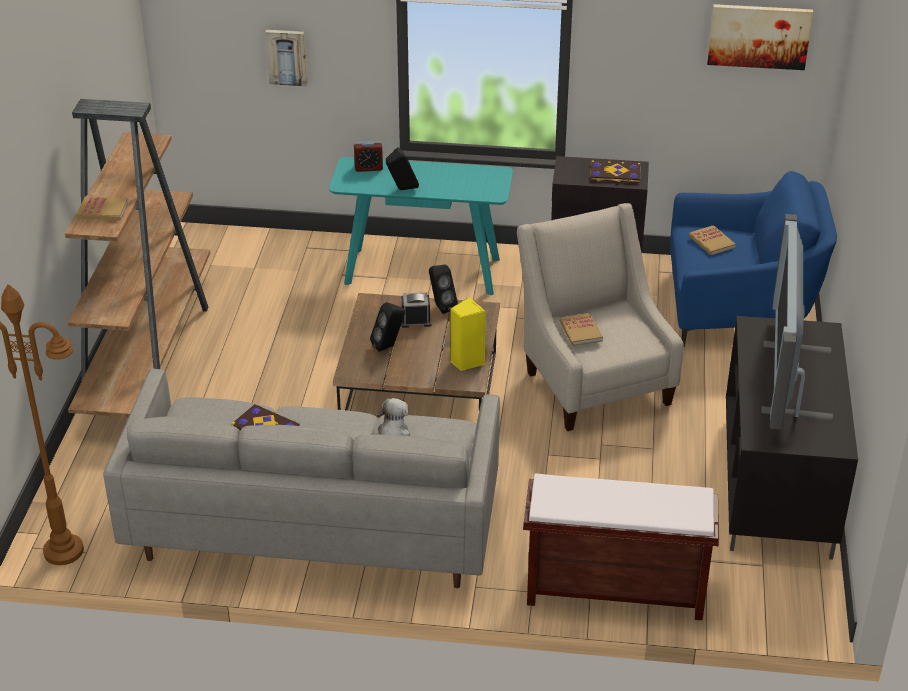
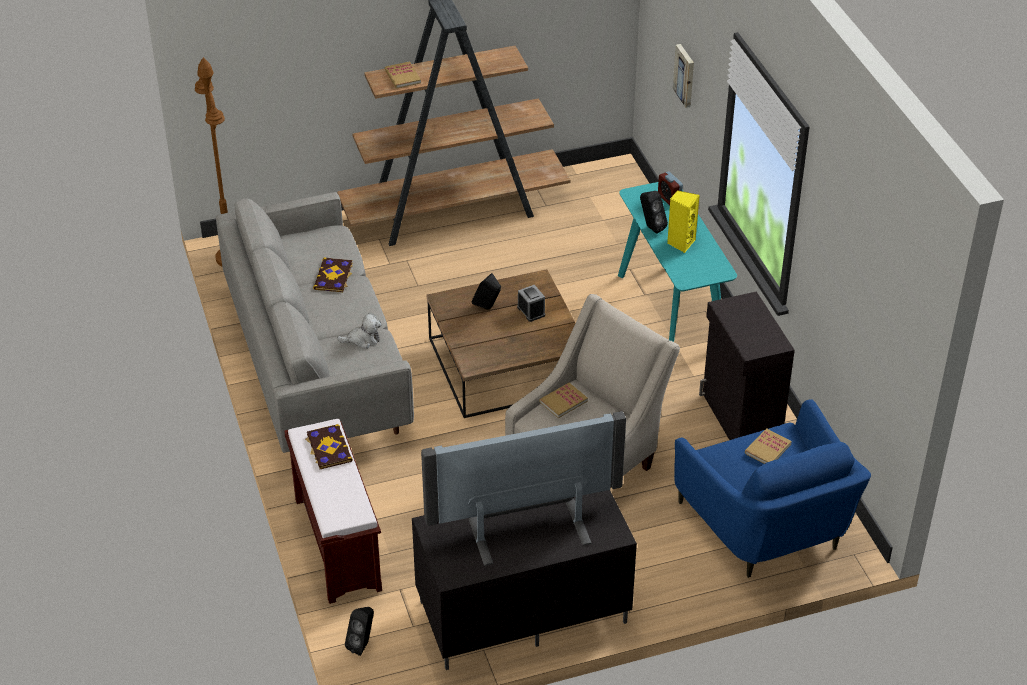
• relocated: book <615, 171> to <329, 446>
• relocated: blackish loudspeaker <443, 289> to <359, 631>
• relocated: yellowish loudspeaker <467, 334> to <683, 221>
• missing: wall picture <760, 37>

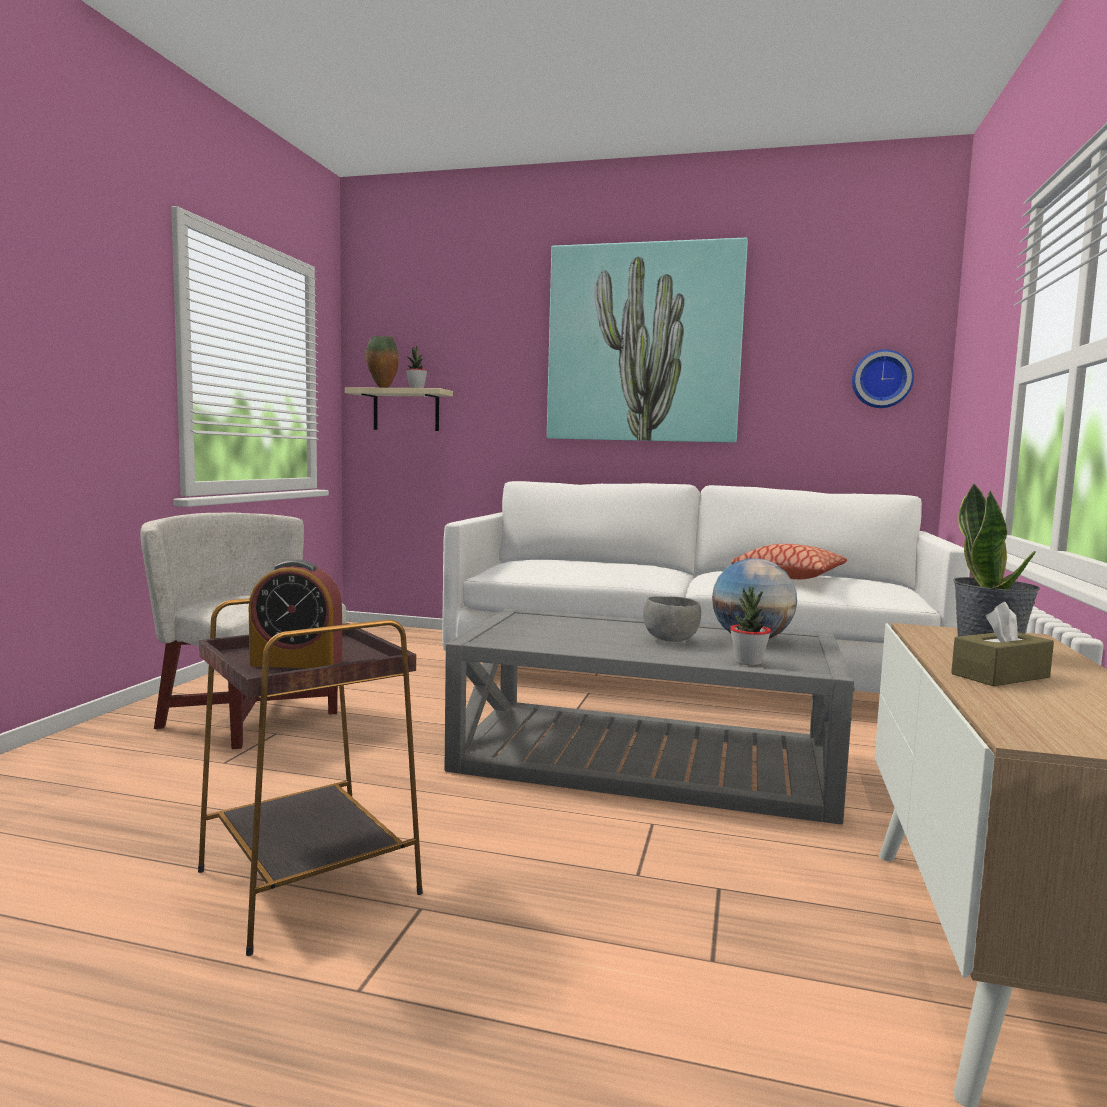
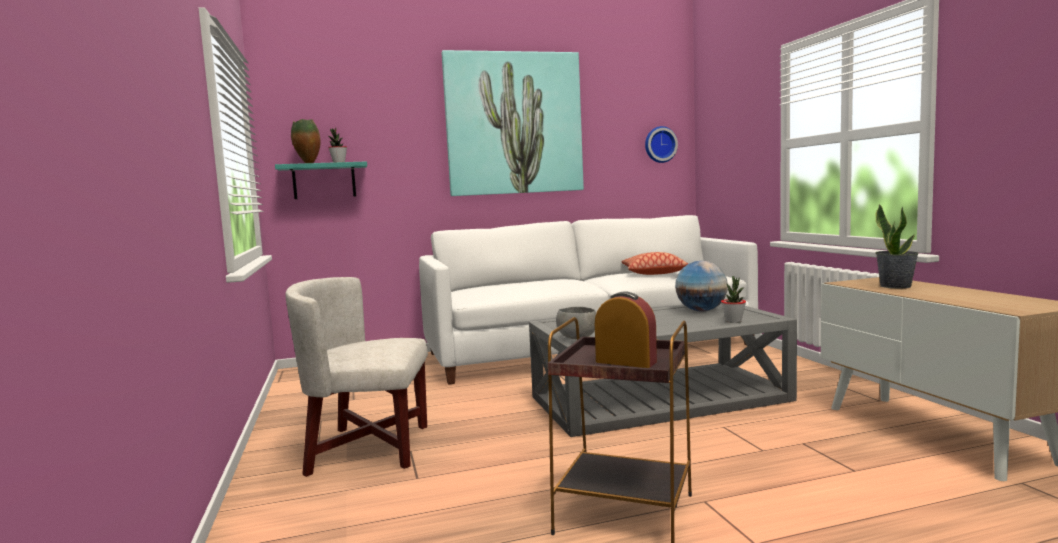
• colour: beige-coloured bracket shelf <399, 409> to blue-green bracket shelf <321, 180>
• relocated: greyish bowl <672, 619> to <576, 323>
• spun: table clock <295, 613> = <626, 329> 120 degrees counterclockwise
• missing: brownish tissue box <1002, 644>

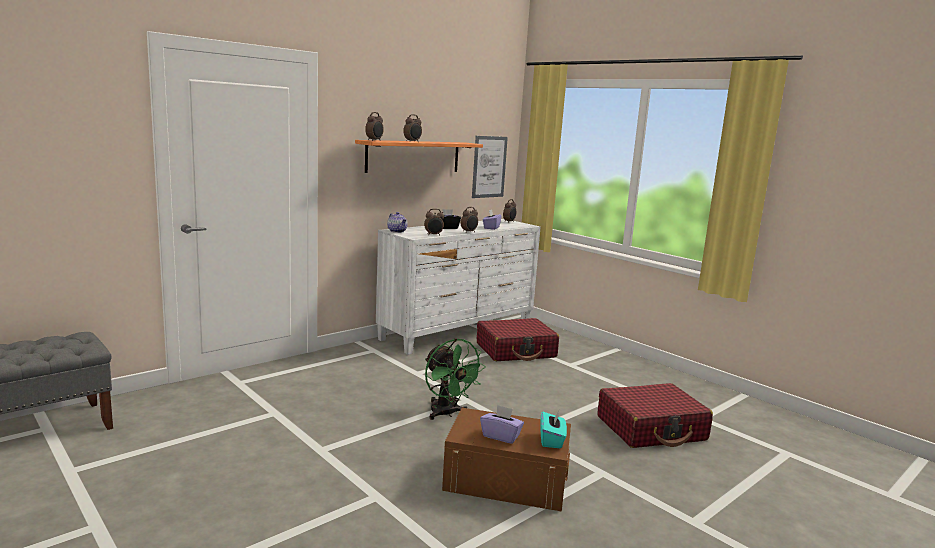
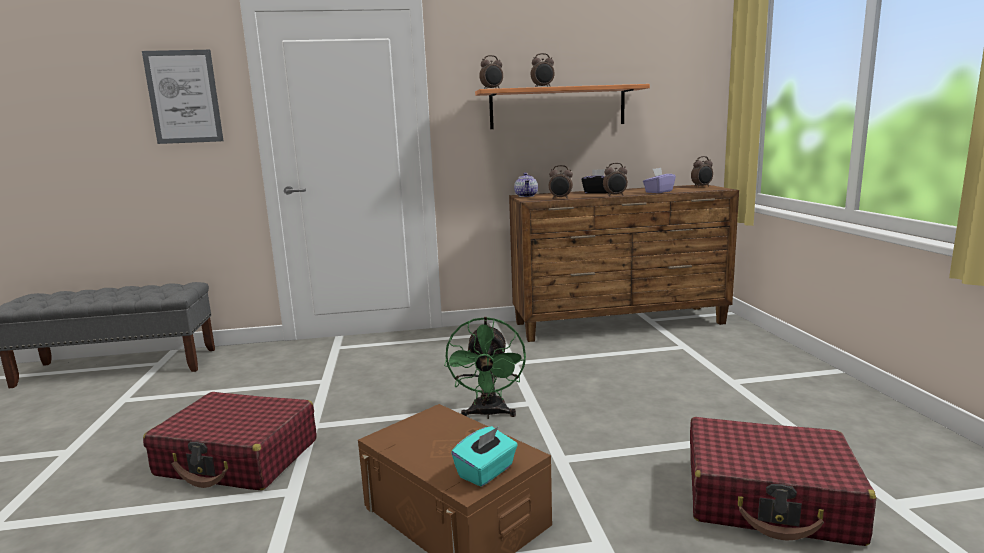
• relocated: wall picture <490, 167> to <182, 97>
• relocated: red suitcase <518, 339> to <230, 441>
• colour: white-coloured dresser <458, 287> to brownish dresser <624, 263>
• missing: purple tissue box <502, 424>

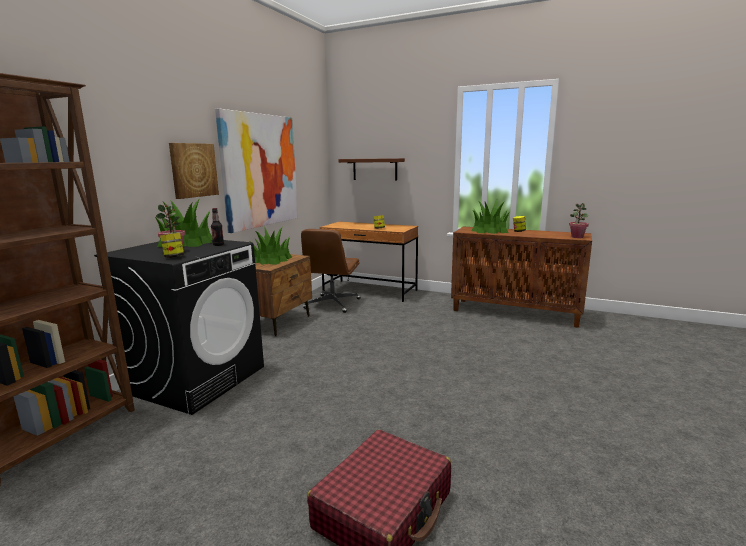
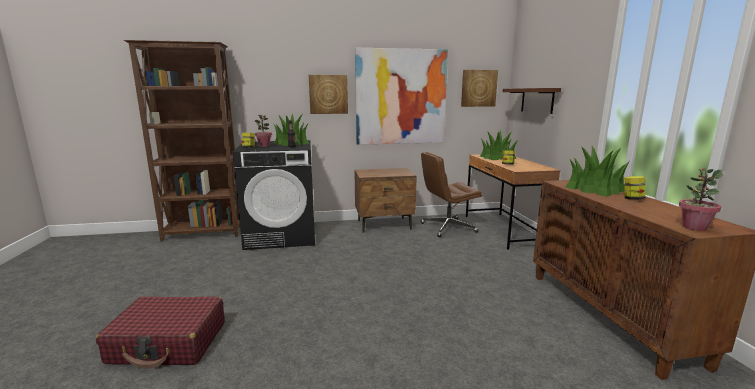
• appeared: wall picture <479, 88>
• relocated: potted plant <270, 246> to <499, 145>

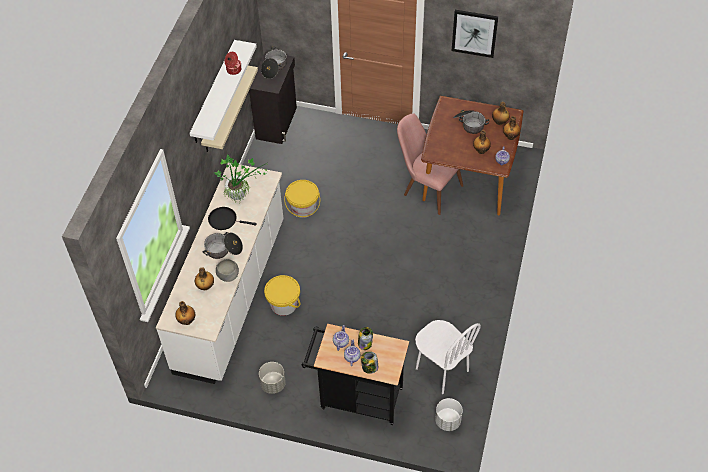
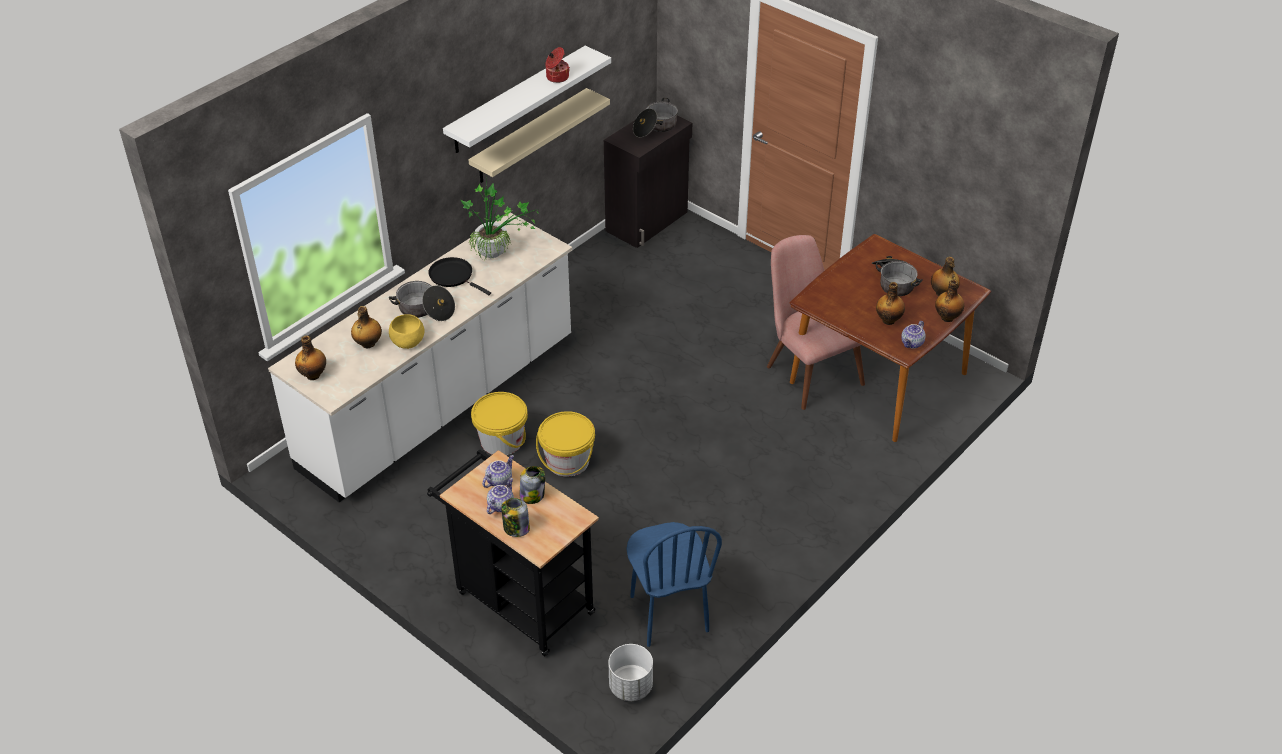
• colour: greyish bowl <227, 270> to yellowish bowl <406, 331>
• relocated: yellowish water bucket <302, 199> to <565, 444>
• colour: white-coloured plain chair <448, 357> to bluish plain chair <674, 584>
• missing: greyish plant pot <272, 378>
• missing: wall picture <475, 34>

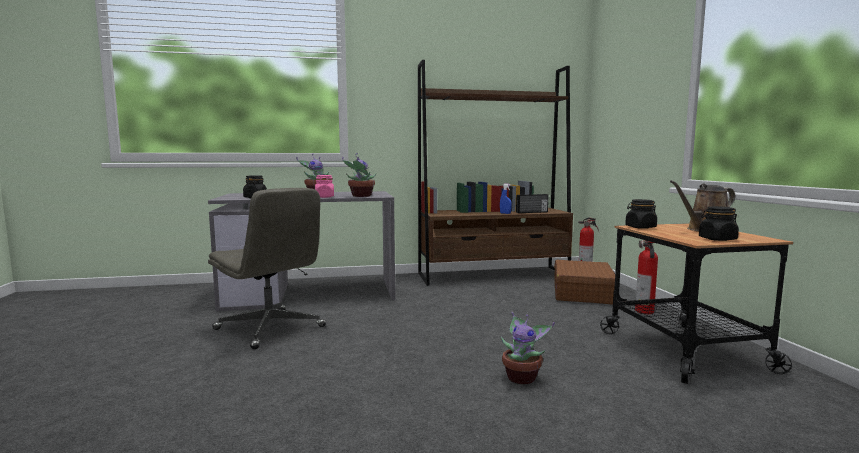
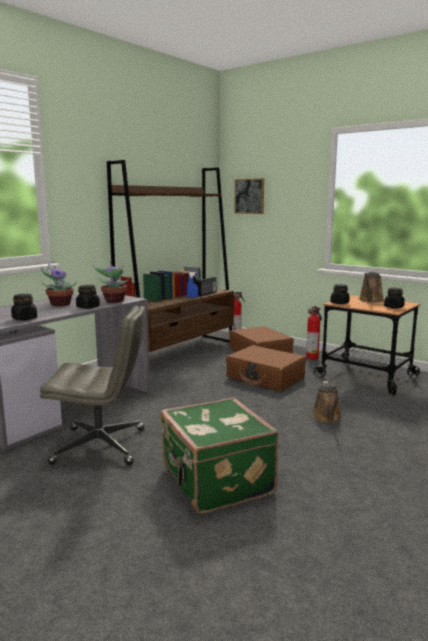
• colour: pink-coloured jar <324, 186> to blackish jar <88, 297>
• appeared: green-coloured suitcase <220, 456>
• appeared: brownish suitcase <266, 368>
• appeared: wall picture <249, 196>
• exchanged: potted plant <528, 348> to brownish watering pot <327, 402>

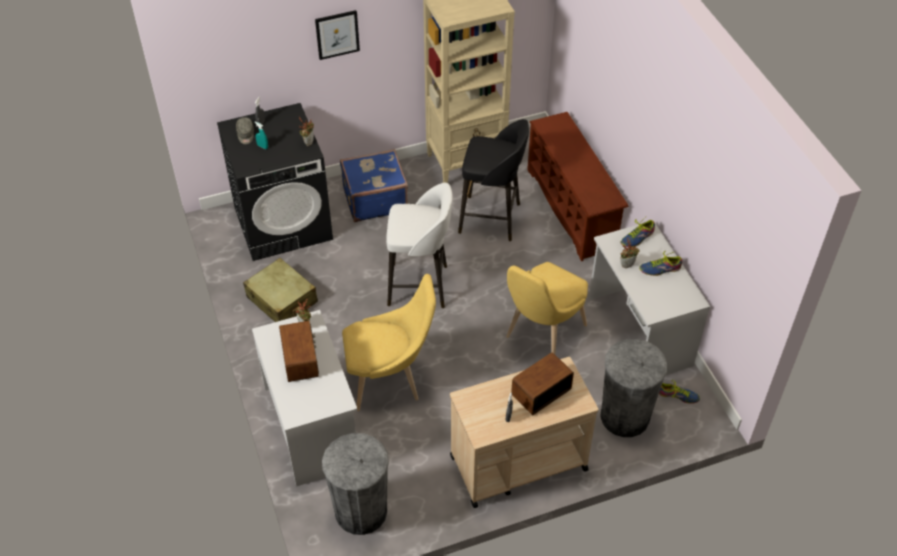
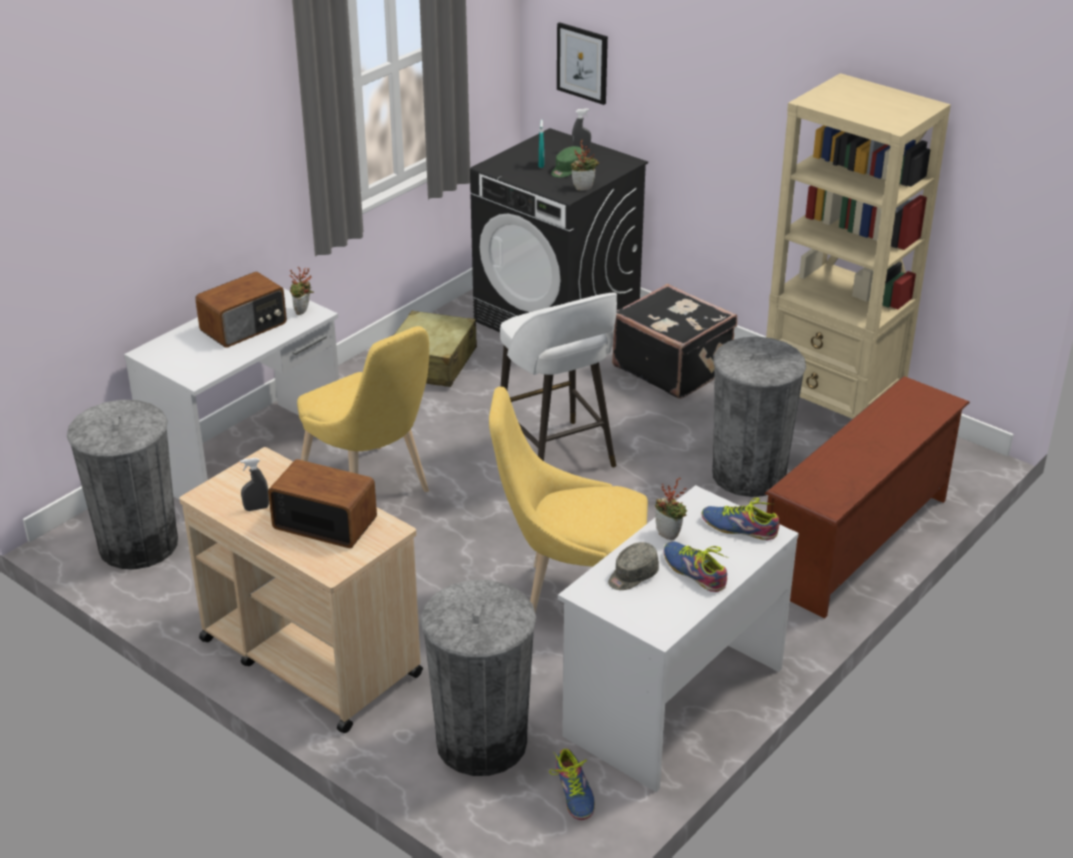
• appeared: green-coloured peaked cap <568, 162>
• relocated: wall picture <337, 35> to <582, 63>
• relocated: greyish peaked cap <245, 130> to <633, 566>
• colour: bluish suitcase <374, 185> to blackish suitcase <674, 341>
• exchanged: blackish stool seat <493, 180> to greyish waste bin <759, 416>

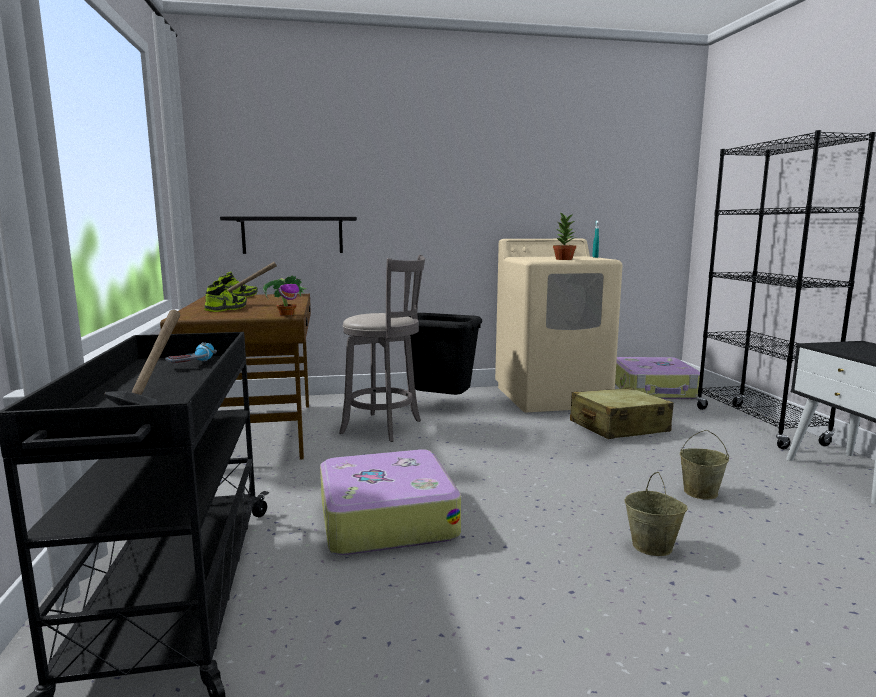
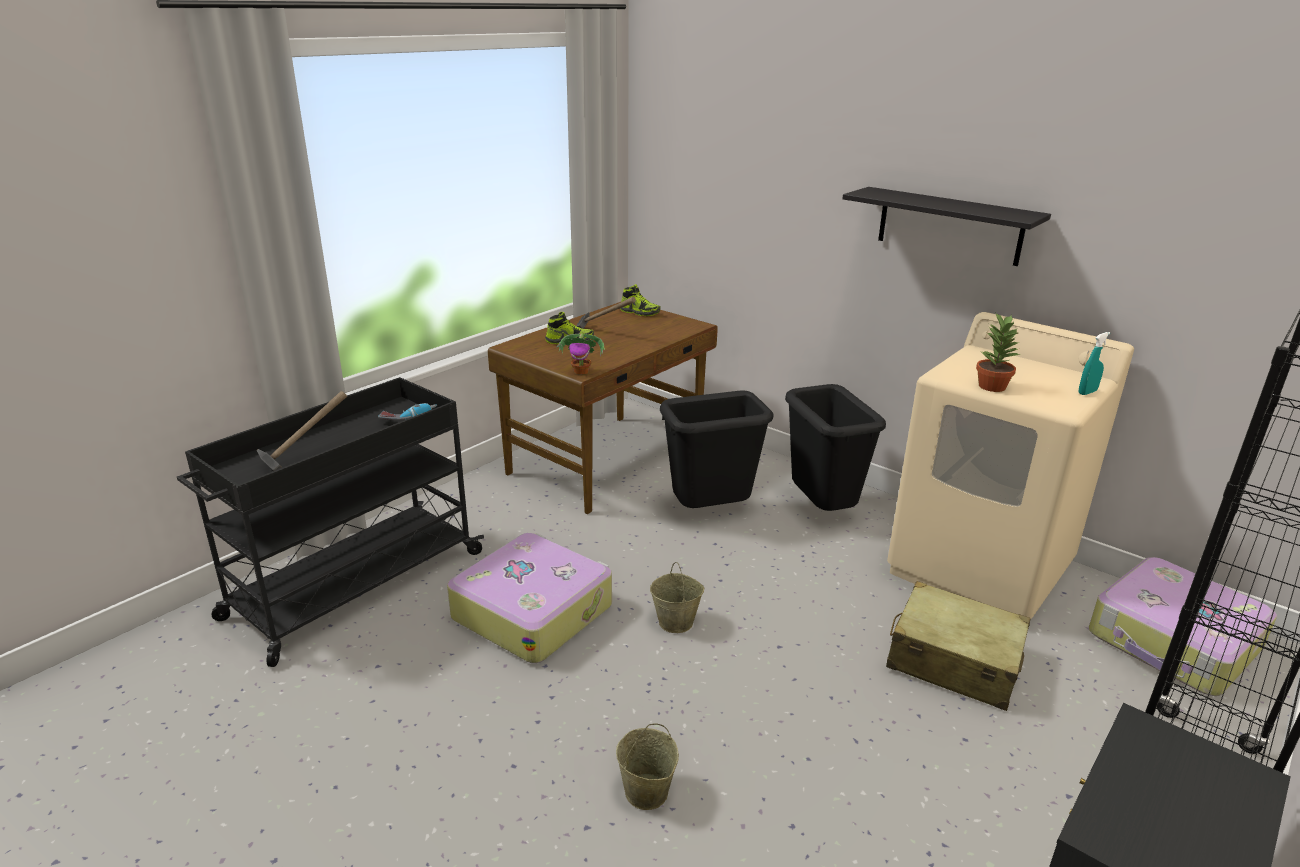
• relocated: beige-coloured water bucket <704, 465> to <677, 597>
• exchanged: greyish stool seat <382, 348> to blackish waste bin <716, 449>
• relocated: blackish bracket shelf <288, 235> to <946, 226>

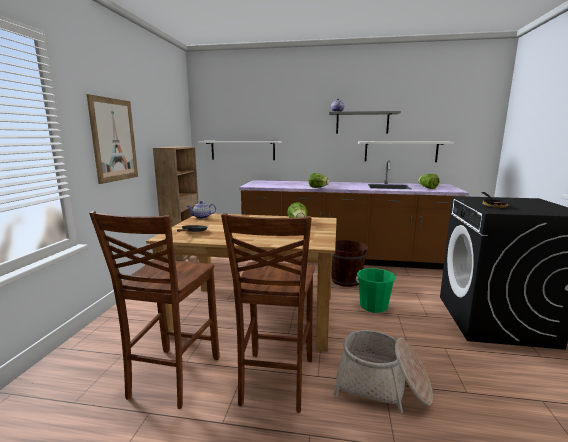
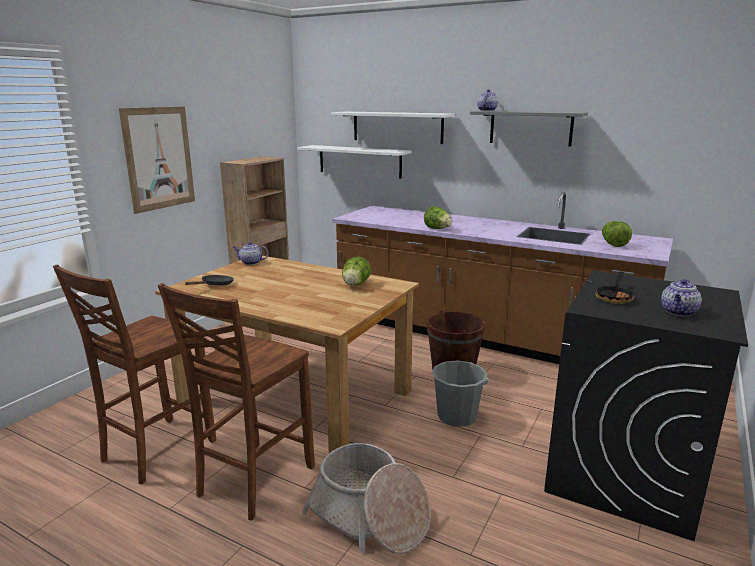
• relocated: white-coloured bracket shelf <406, 151> to <393, 127>
• colour: green-coloured water bucket <376, 290> to greyish water bucket <460, 393>
• appeared: teapot <681, 297>

